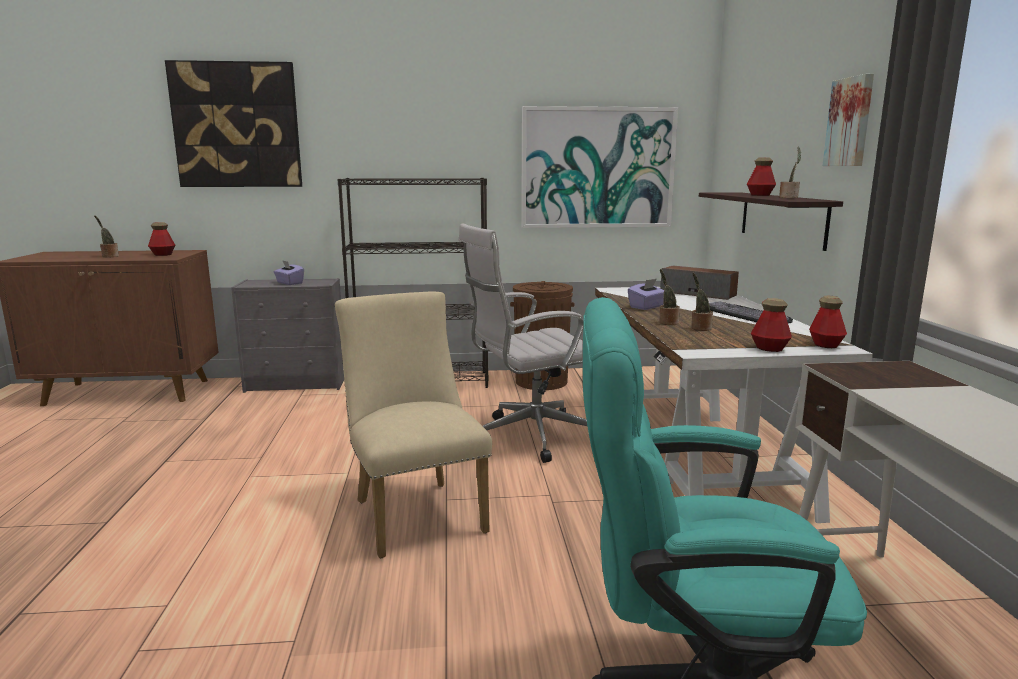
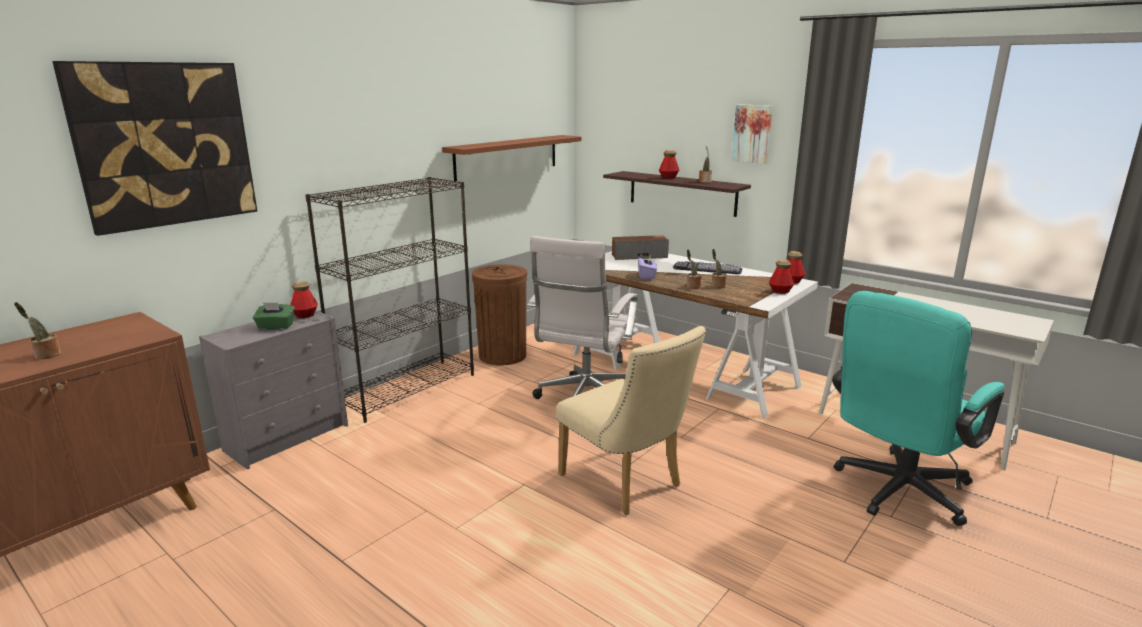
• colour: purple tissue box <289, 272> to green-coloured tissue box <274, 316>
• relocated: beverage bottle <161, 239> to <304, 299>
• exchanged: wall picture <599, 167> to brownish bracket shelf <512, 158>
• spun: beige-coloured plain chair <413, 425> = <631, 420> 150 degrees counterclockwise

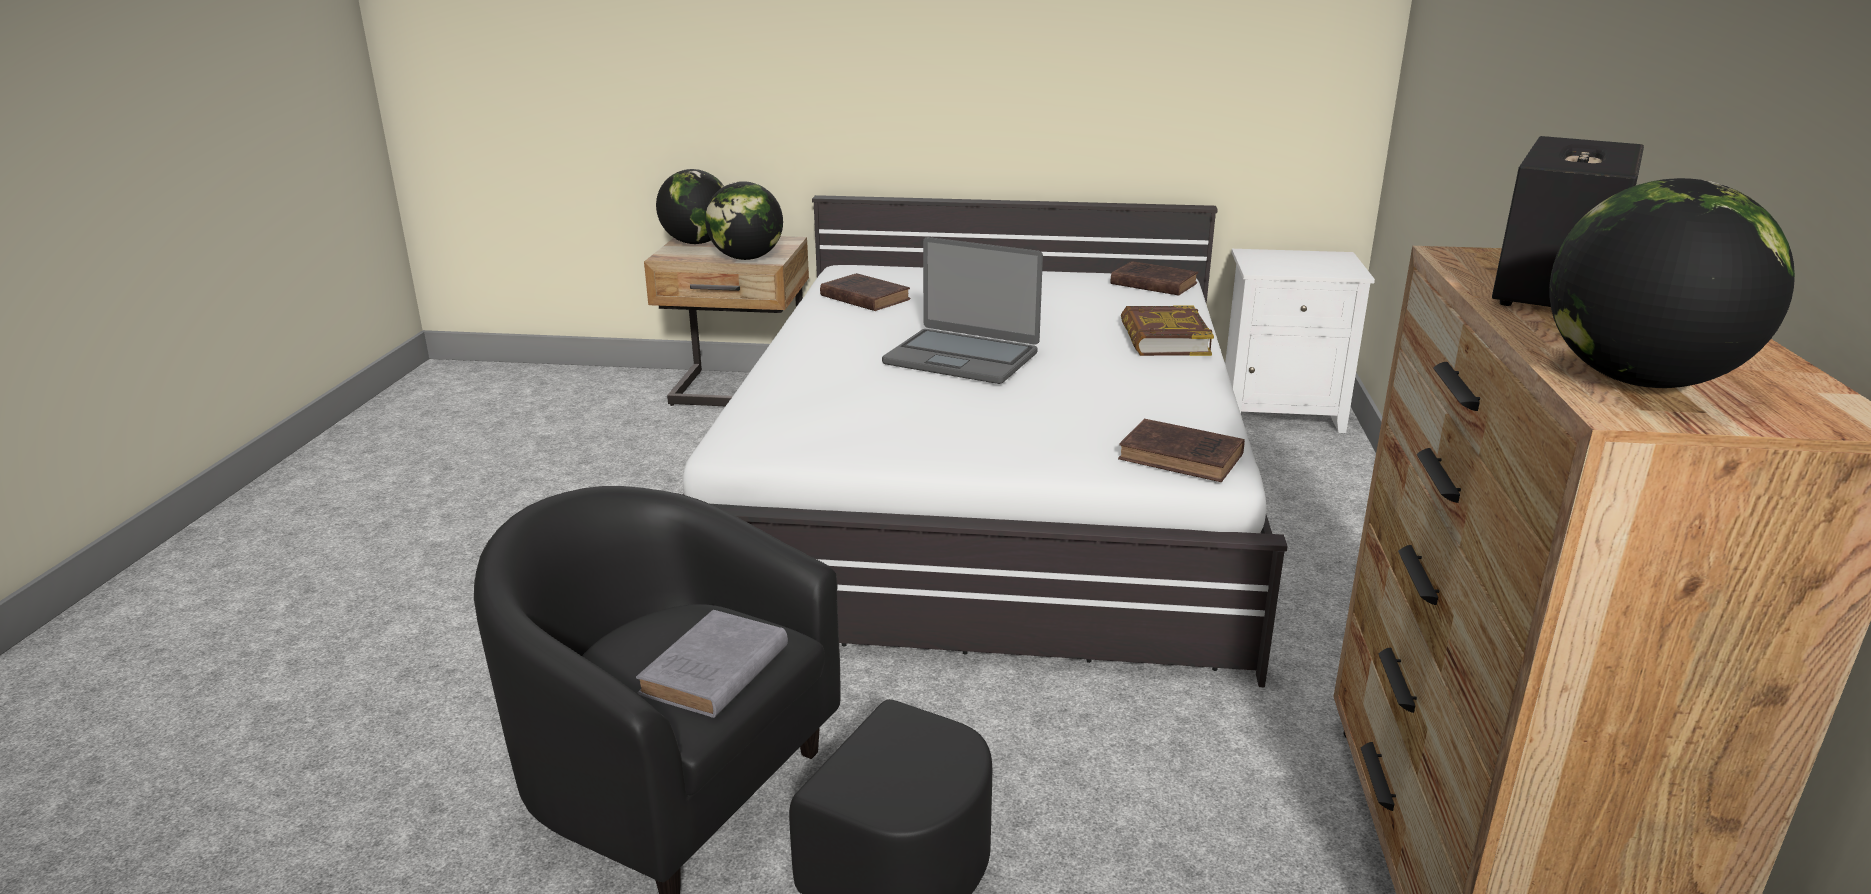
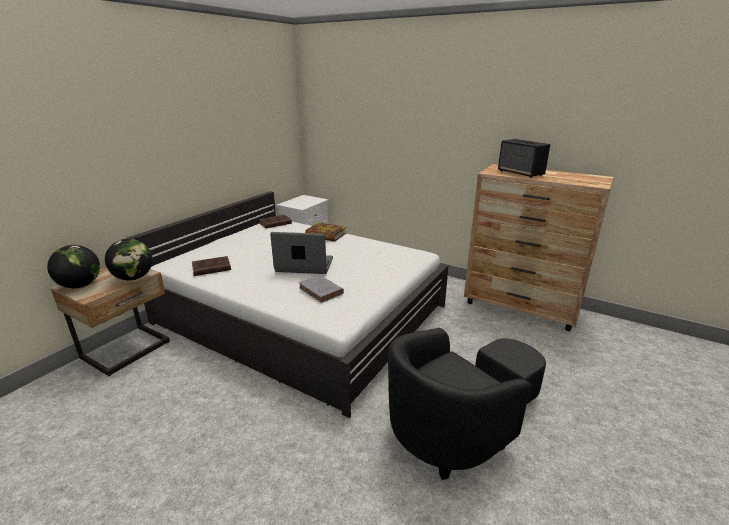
• spun: portable computer <962, 310> = <301, 253> 135 degrees counterclockwise
• relocated: greyish book <712, 664> to <321, 289>
• missing: brownish book <1181, 450>
• missing: desk globe <1672, 283>

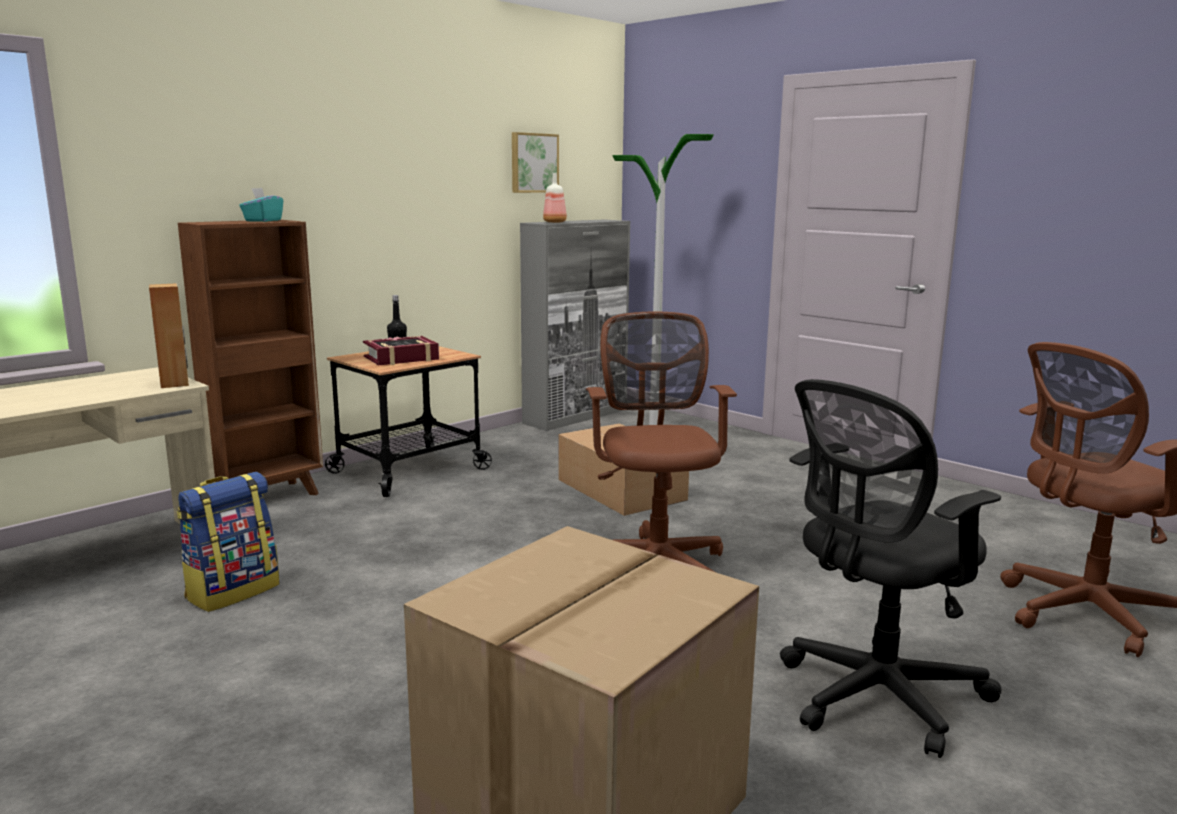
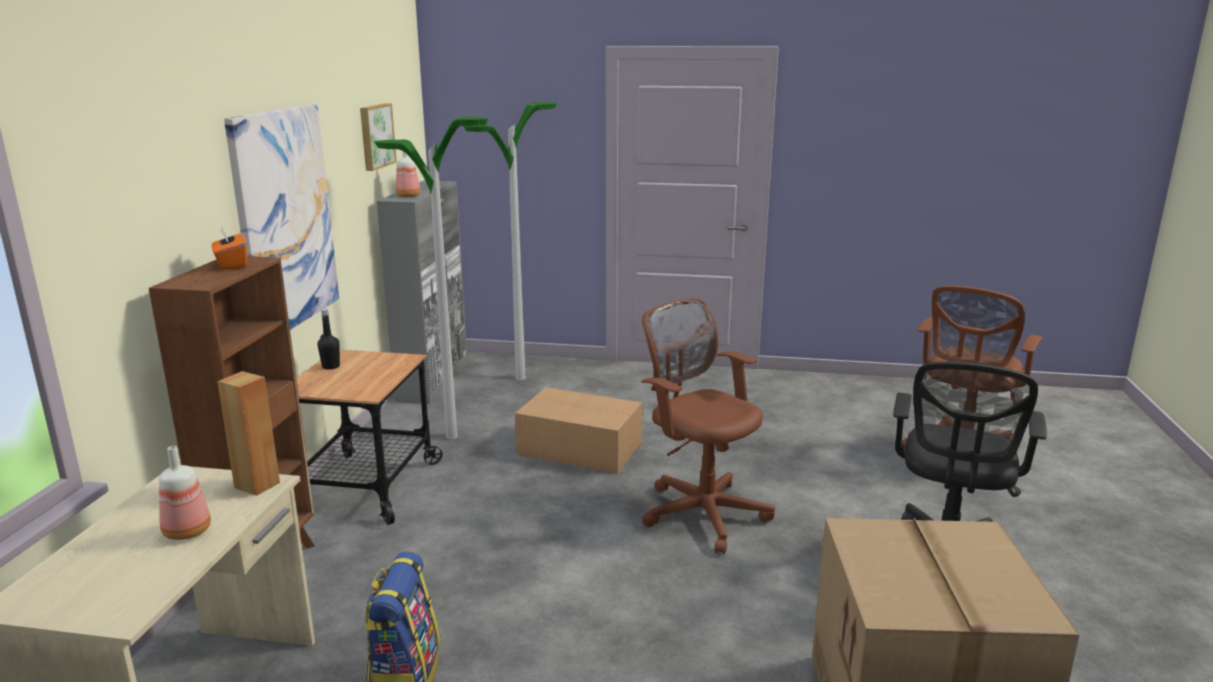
• appeared: beverage bottle <185, 493>
• colour: blue-green tissue box <261, 205> to orangey tissue box <229, 248>
• appeared: wall picture <281, 217>
• appeared: standard lamp <431, 278>
• missing: book <401, 350>

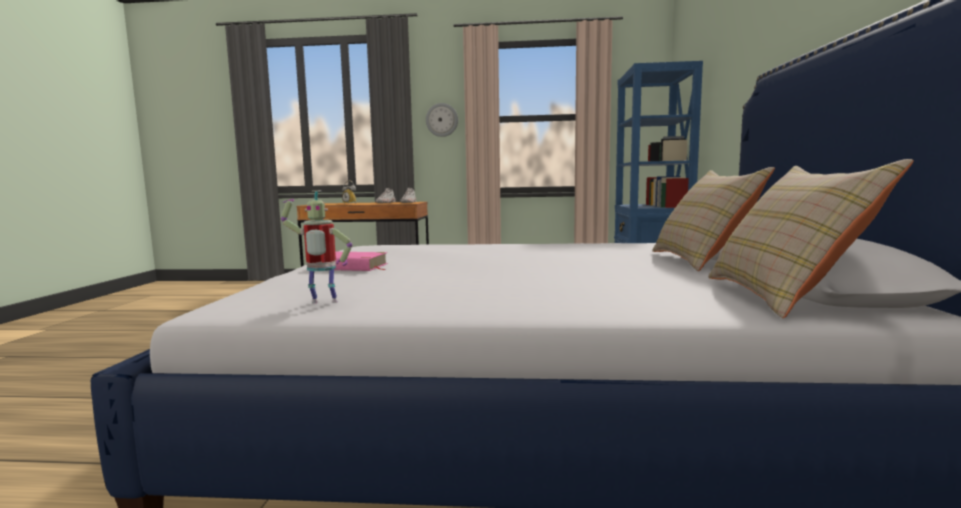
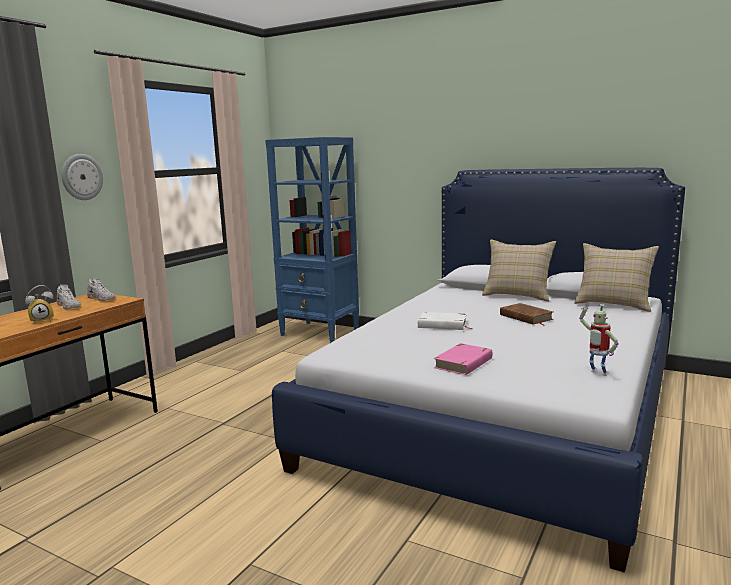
• appeared: white-coloured book <445, 321>
• appeared: brownish book <526, 314>
• spun: toy robot <316, 246> = <599, 340> 120 degrees clockwise

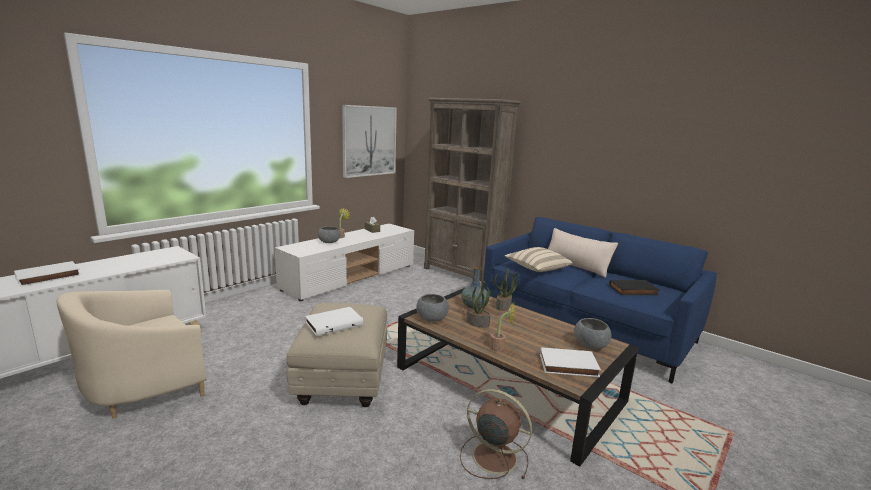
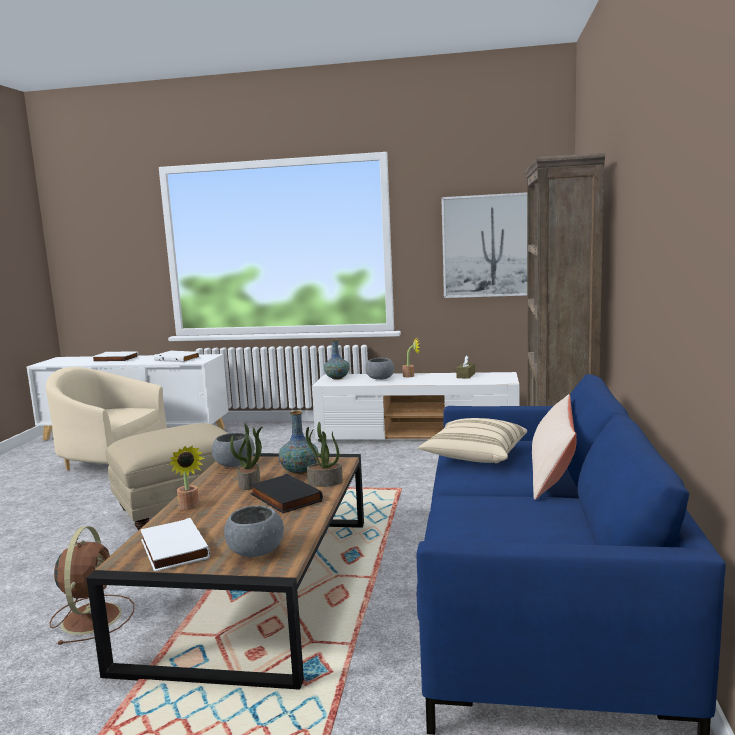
• relocated: white-coloured book <334, 321> to <177, 356>
• relocated: blackish book <634, 287> to <286, 493>
• appeared: decorative vase <337, 359>

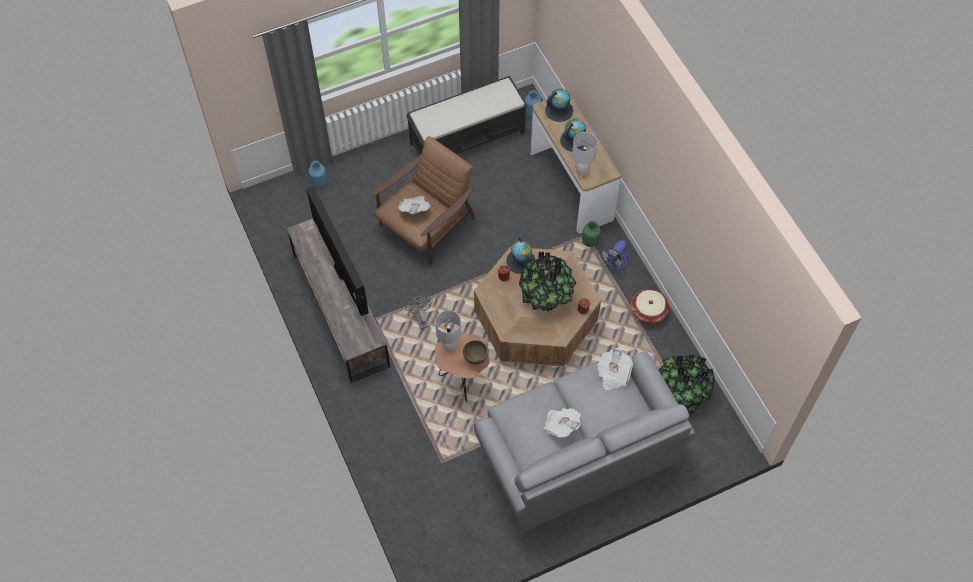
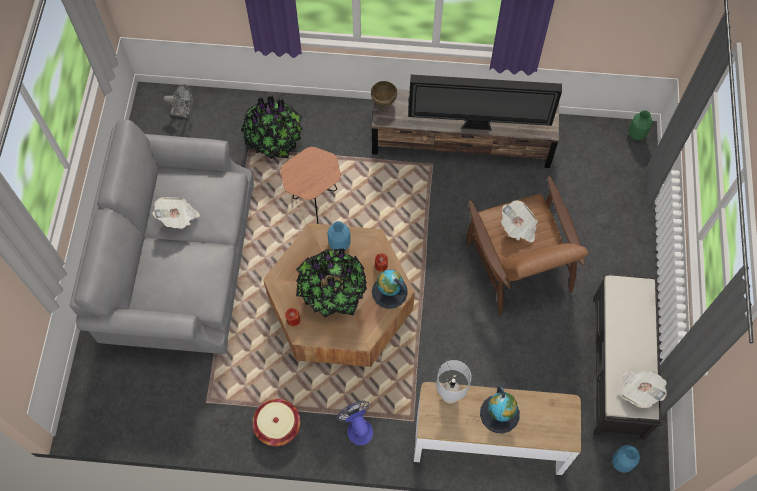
• relocated: greyish cooling fan <419, 312> to <178, 101>
• relocated: potted plant <687, 384> to <272, 127>
• relocated: bluish decorative vase <317, 174> to <339, 235>
• relocated: brownish bowl <476, 352> to <384, 93>
• relocated: newspaper <615, 369> to <642, 389>
• relocated: green-coloured decorative vase <591, 234> to <640, 125>
• missing: greyish table lamp <448, 331>
• missing: desk globe <559, 105>

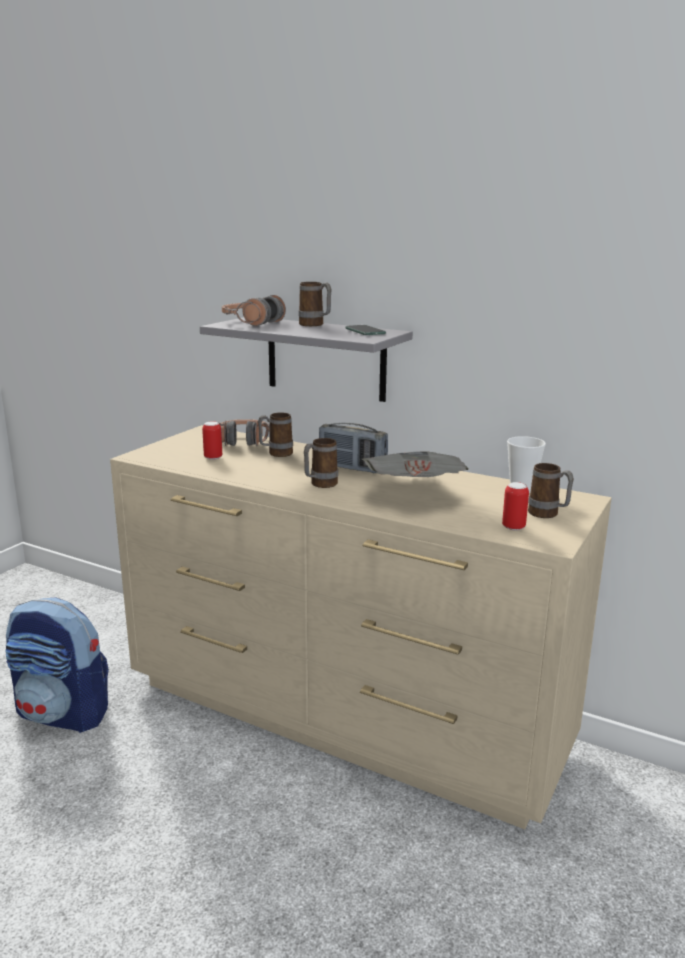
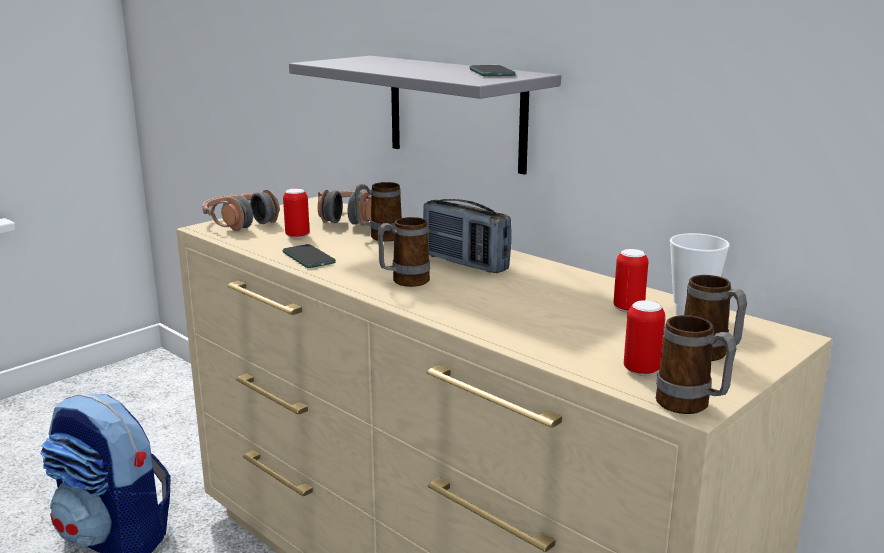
• relocated: pair of headphones <254, 310> to <241, 210>
• appeared: handset <309, 256>
• appeared: sealed can <630, 281>
• relocated: mug <315, 304> to <696, 364>
• missing: newspaper <415, 464>

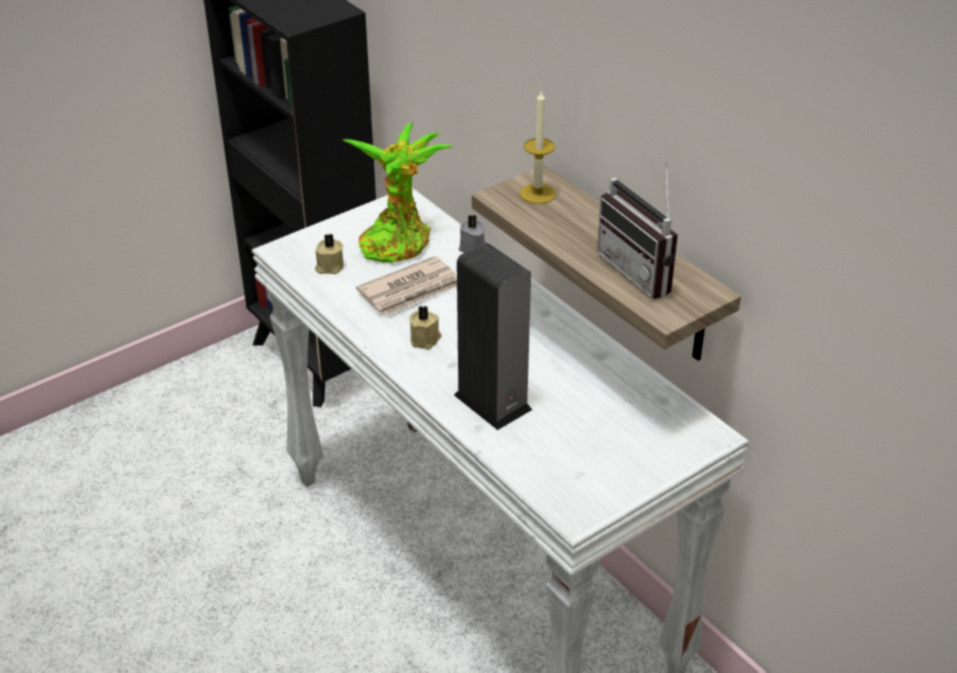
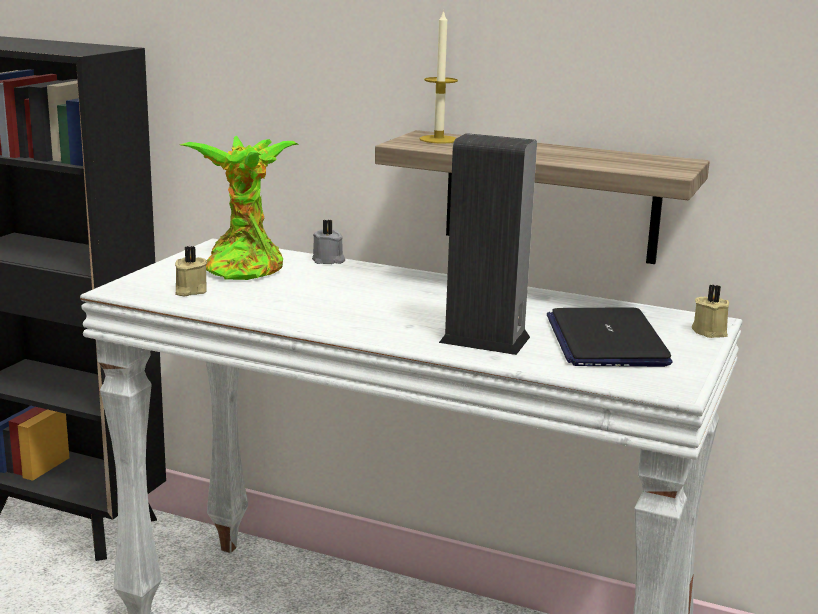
• appeared: portable computer <610, 337>
• relocated: beige-coloured wax light <425, 327> to <710, 311>
• missing: newspaper <406, 286>
• missing: radio <637, 230>

